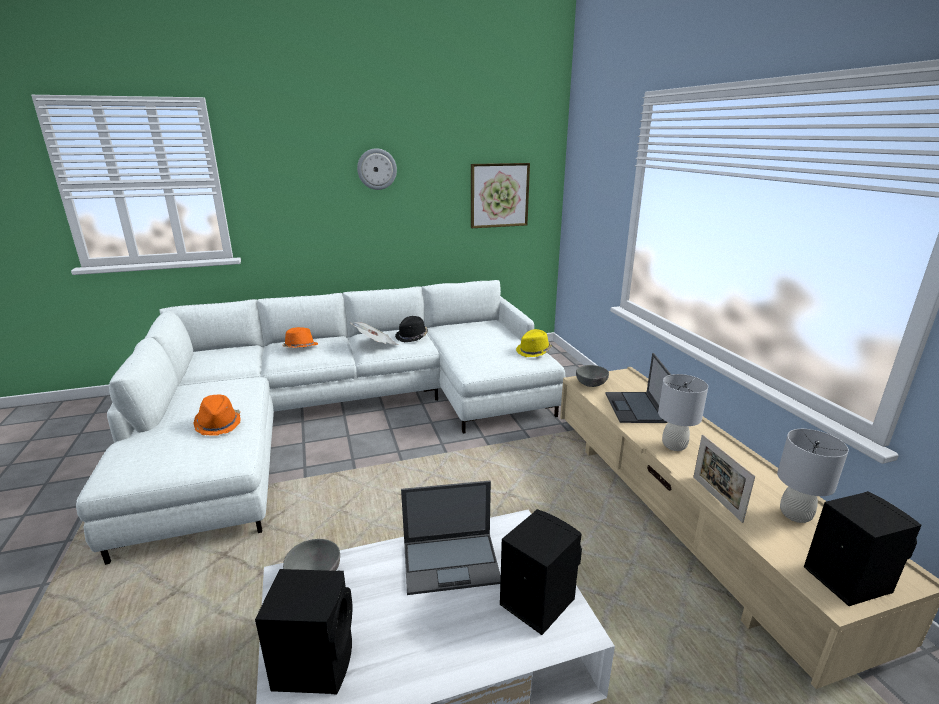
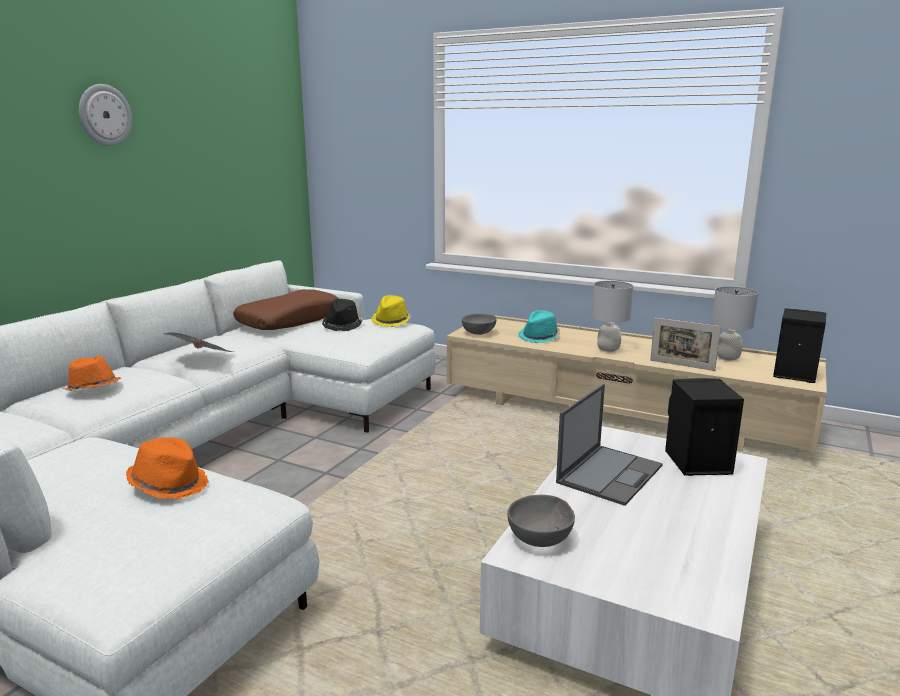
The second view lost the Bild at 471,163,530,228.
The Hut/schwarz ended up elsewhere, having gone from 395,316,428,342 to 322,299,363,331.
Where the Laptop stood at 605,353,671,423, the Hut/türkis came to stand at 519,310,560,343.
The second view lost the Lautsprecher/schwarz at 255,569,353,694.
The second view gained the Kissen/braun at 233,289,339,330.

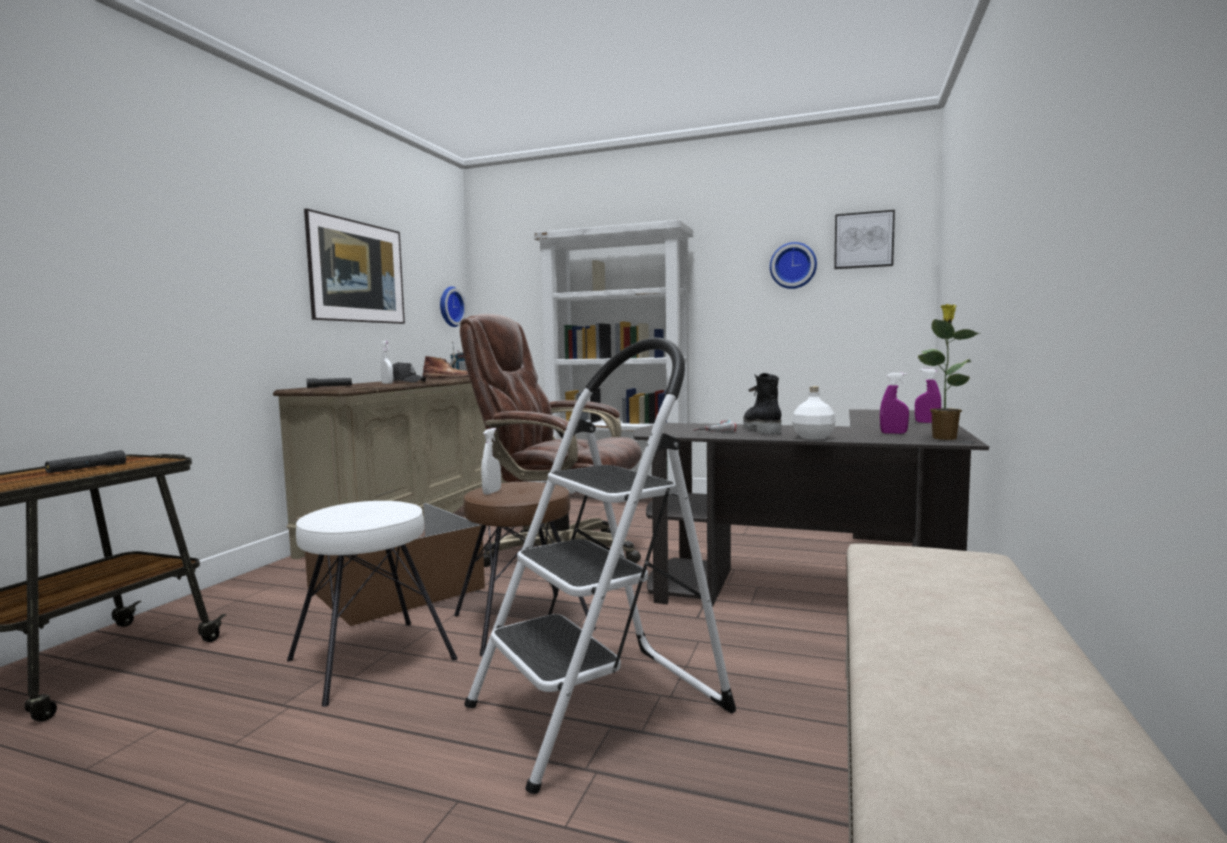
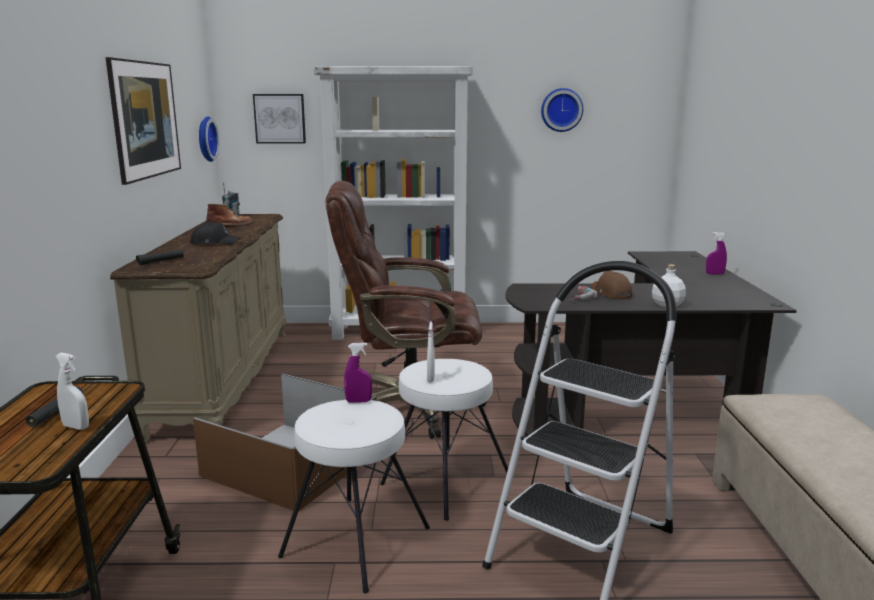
The Bild ended up elsewhere, having gone from 834,210,895,269 to 253,94,306,144.
The second view lost the Topfpflanze at 918,304,981,440.
The Sprühflasche/weiß ended up elsewhere, having gone from 380,341,393,384 to 55,353,89,430.
Where the Stiefel/schwarz stood at 743,373,782,435, the Kappe/braun came to stand at 591,271,632,300.
The Sprühflasche/lila ended up elsewhere, having gone from 880,373,909,434 to 344,342,372,403.
What was the Hocker/braun at 454,482,596,656 turned into the Hocker/weiß at 380,359,508,521.

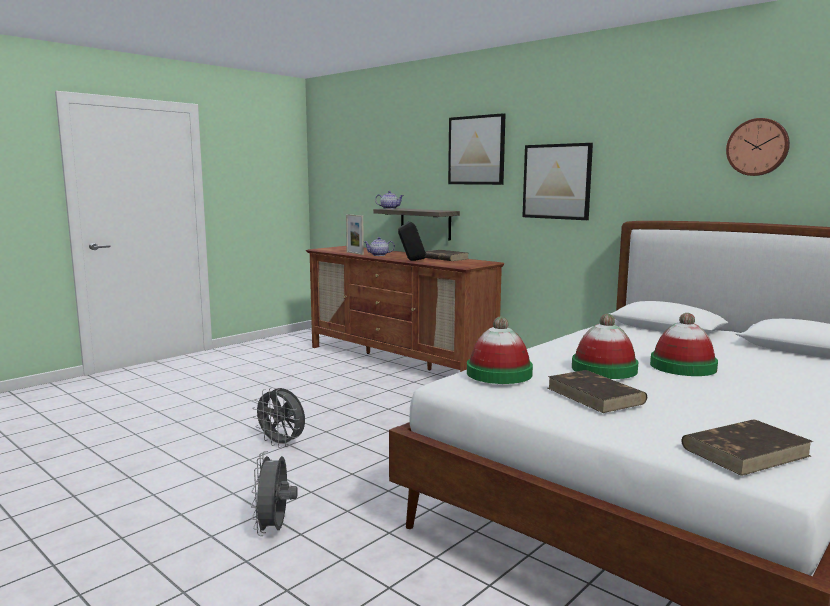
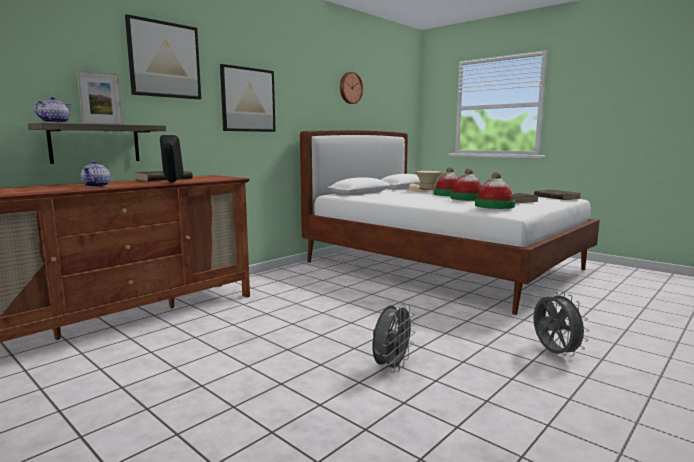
The Bilderrahmen ended up elsewhere, having gone from 346,214,364,255 to 77,70,122,125.
The Ventilator/grau at 251,451,298,536 ended up facing another way, 105 degrees counterclockwise from before.
The second view gained the Hut/beige at 409,171,443,192.

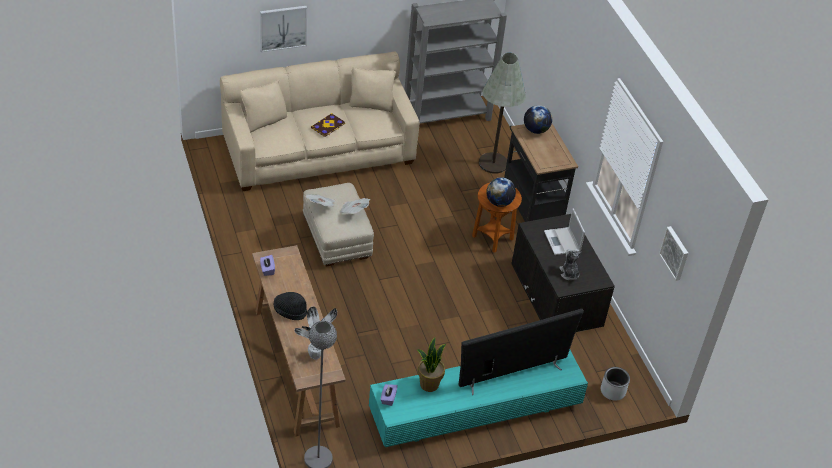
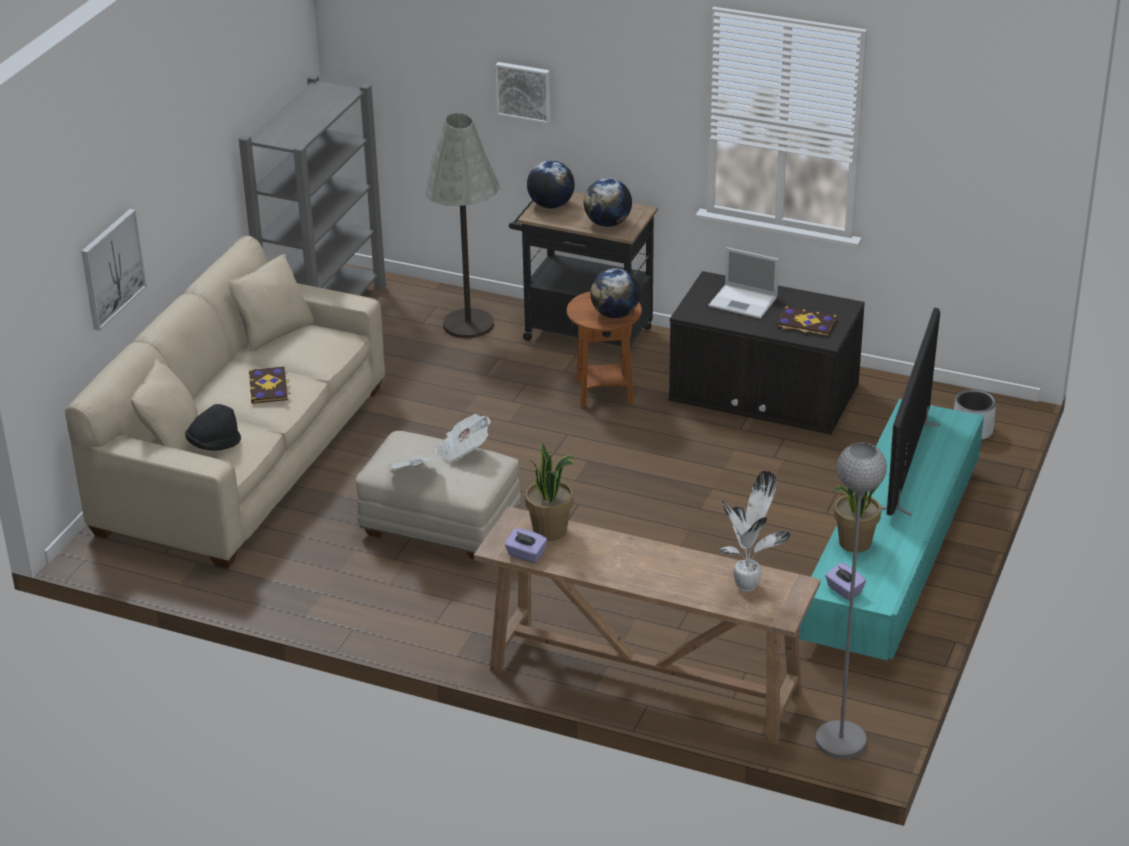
The Bild ended up elsewhere, having gone from 659,226,688,281 to 495,62,551,124.
Where the Plüschtier stood at 559,249,581,280, the Buch came to stand at 776,306,837,337.
The Hut/schwarz ended up elsewhere, having gone from 273,292,307,320 to 185,404,241,451.
The second view gained the Globus at 584,178,632,227.
The second view gained the Topfpflanze at 525,442,574,541.

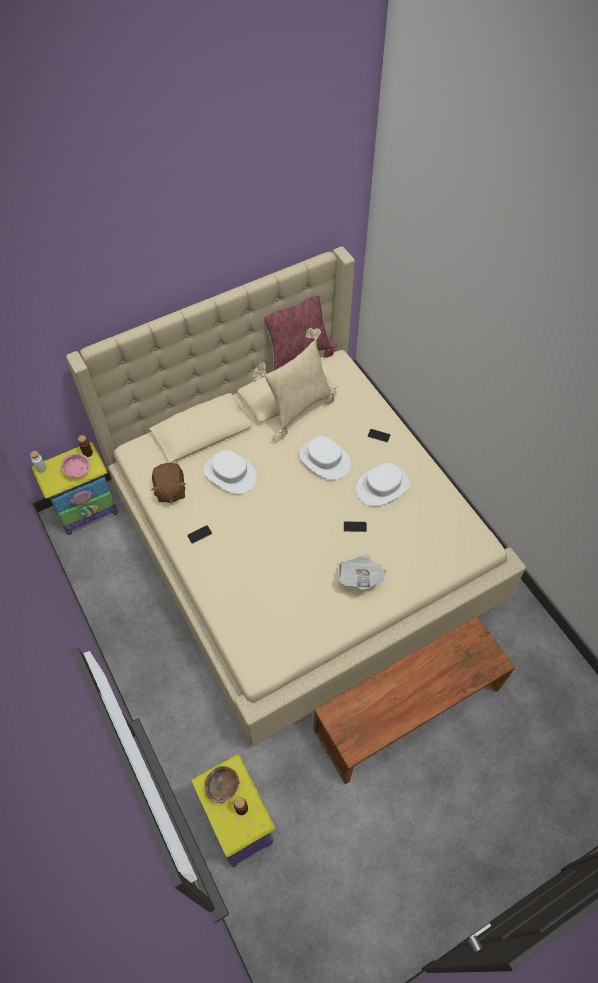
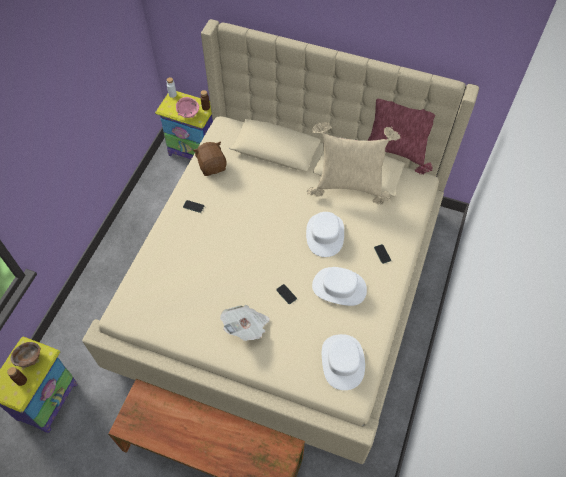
The Hut/weiß ended up elsewhere, having gone from 204,450,257,494 to 322,334,365,390.
The Plüschtier/braun at 151,463,186,503 ended up facing another way, 120 degrees clockwise from before.

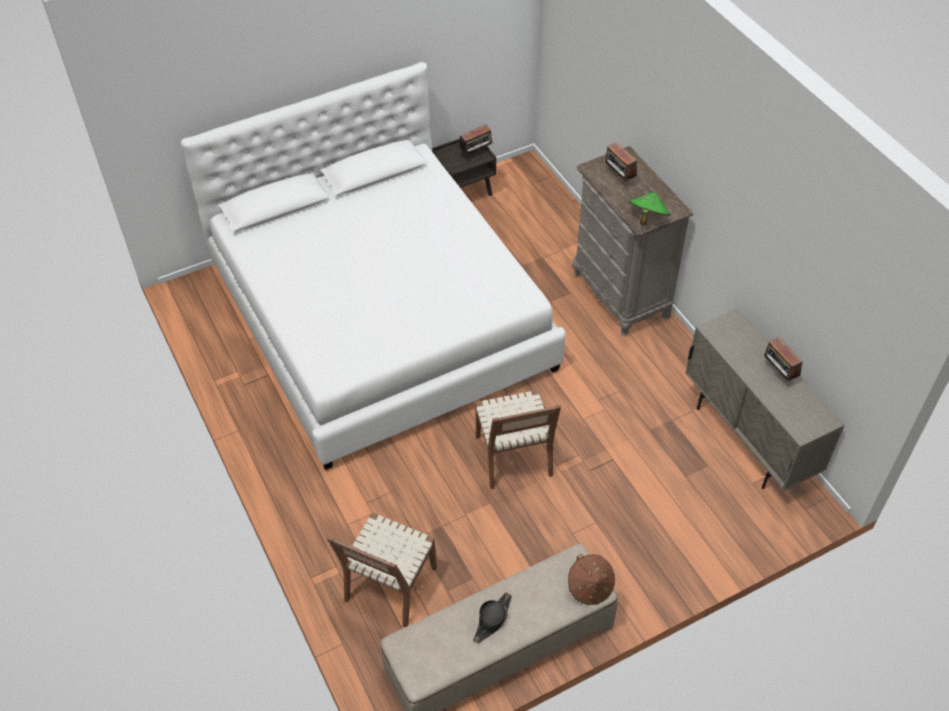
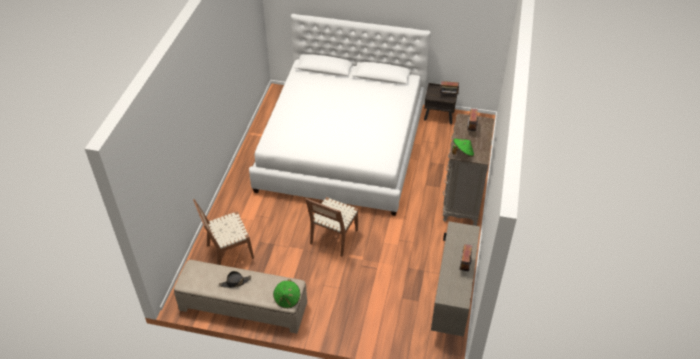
What was the Hut/braun at 568,554,615,605 turned into the Hut/grün at 273,279,300,309.

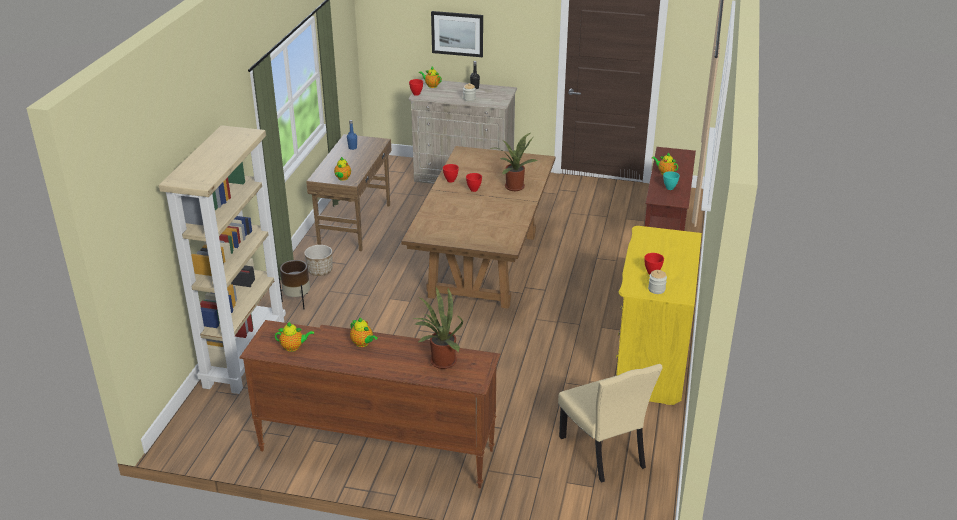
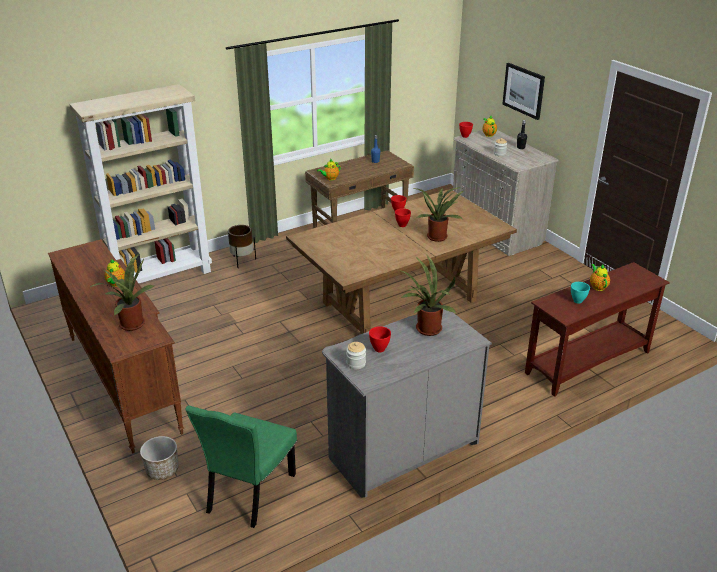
What was the Kommode/gelb at 616,226,702,405 turned into the Kommode/grau at 322,309,492,498.
The Pflanzkübel ended up elsewhere, having gone from 304,245,333,276 to 140,436,178,480.
The second view lost the Teekanne at 275,322,314,352.
What was the Stuhl/beige at 558,364,663,483 turned into the Stuhl/grün at 185,406,297,528.
The second view gained the Topfpflanze at 401,255,456,336.

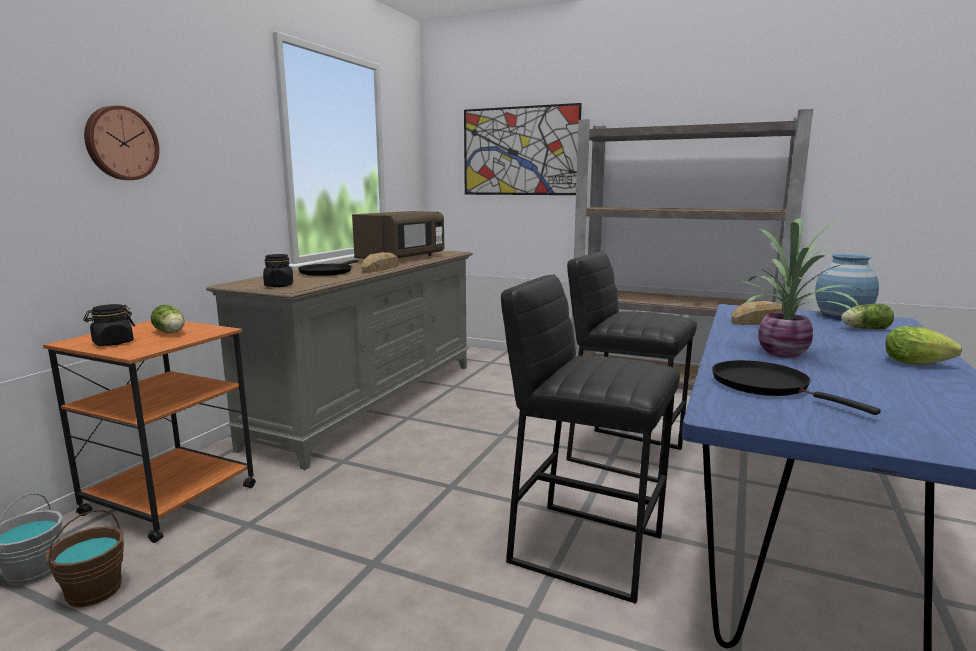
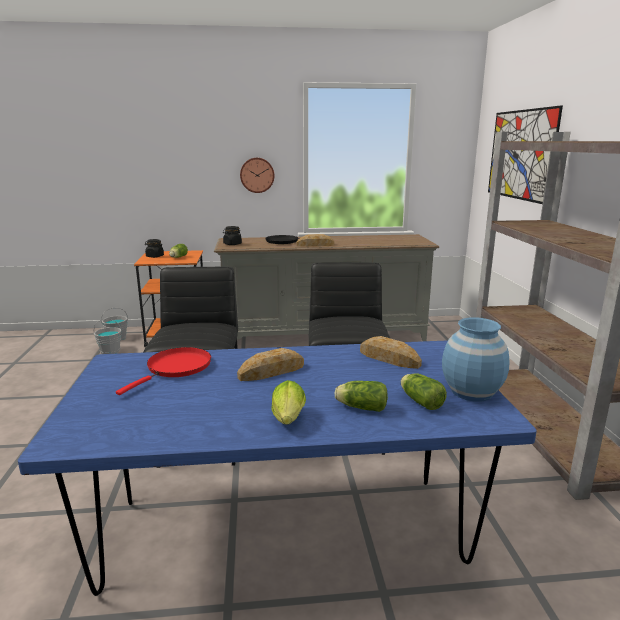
The Wanduhr ended up elsewhere, having gone from 84,105,159,180 to 240,158,274,193.
The second view lost the Mikrowelle/braun at 352,211,444,259.
Where the Topfpflanze stood at 713,218,872,358, the Brot came to stand at 237,348,304,381.
What was the Pfanne/schwarz at 712,360,881,415 turned into the Pfanne/rot at 116,347,211,395.
What was the Eimer/braun at 45,510,124,607 turned into the Eimer/grau at 94,319,122,354.
The second view gained the Salatkopf at 335,381,388,412.

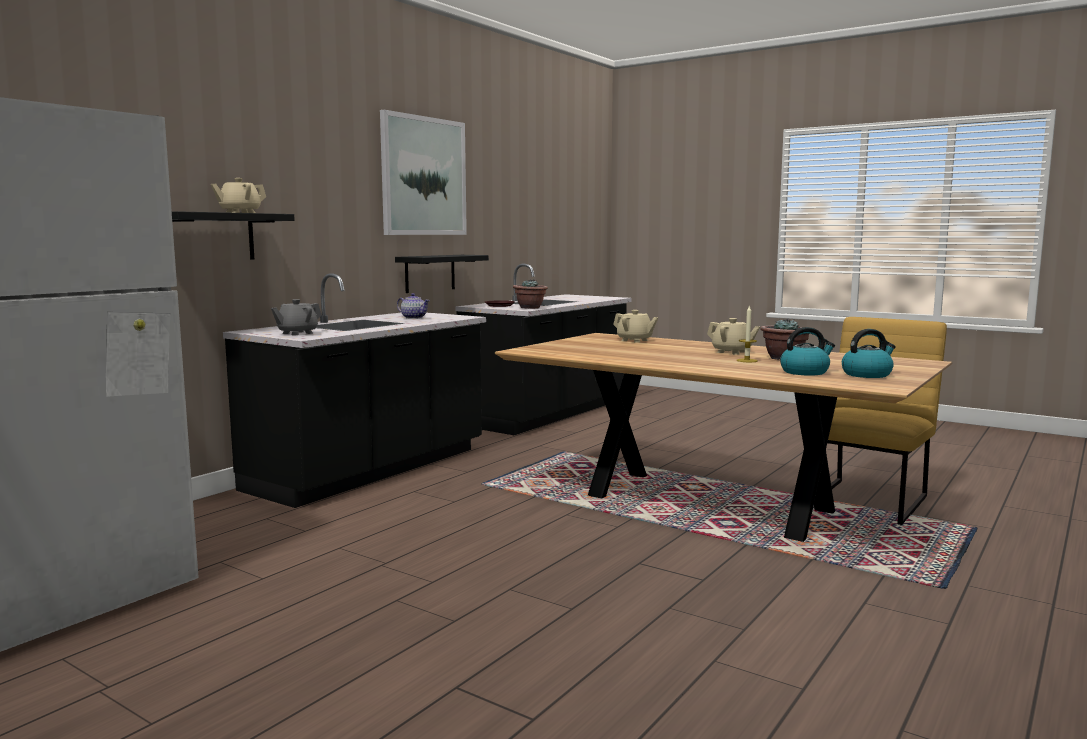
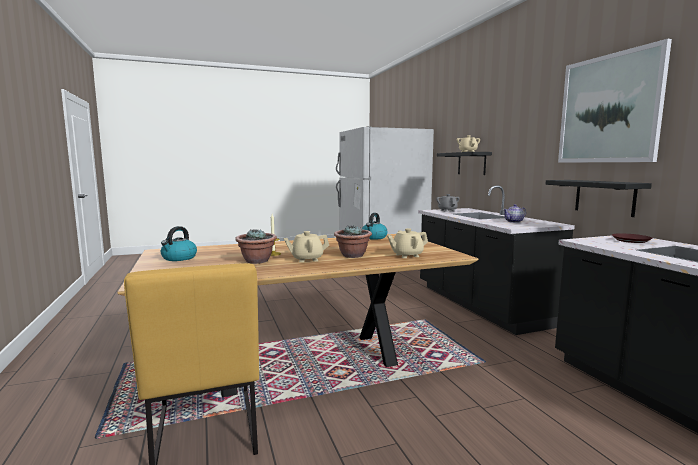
The Topfpflanze ended up elsewhere, having gone from 513,279,548,309 to 334,225,372,258.
The Wasserkessel ended up elsewhere, having gone from 780,327,835,376 to 362,213,387,239.

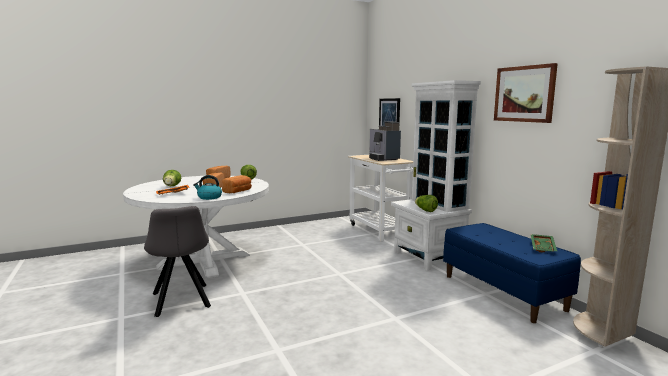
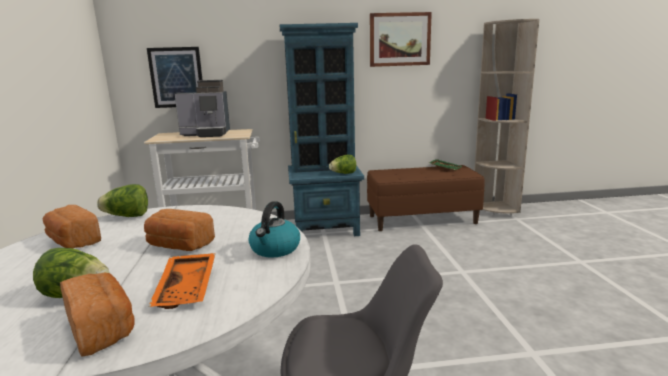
What was the Schrank/weiß at 391,80,481,271 turned into the Schrank/blau at 280,23,364,236.
The Brot ended up elsewhere, having gone from 222,175,252,193 to 60,273,135,357.
What was the Bank/blau at 443,223,581,323 turned into the Bank/braun at 367,165,485,231.

